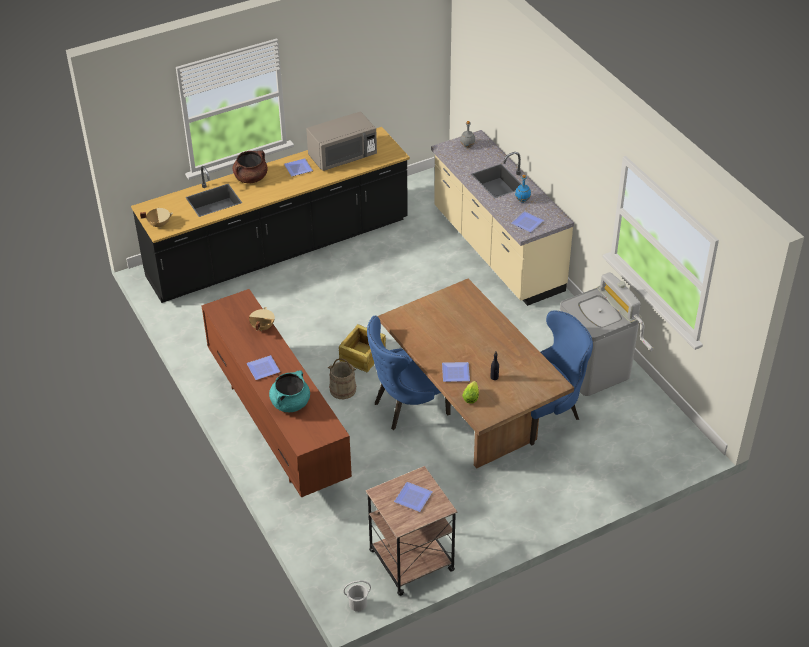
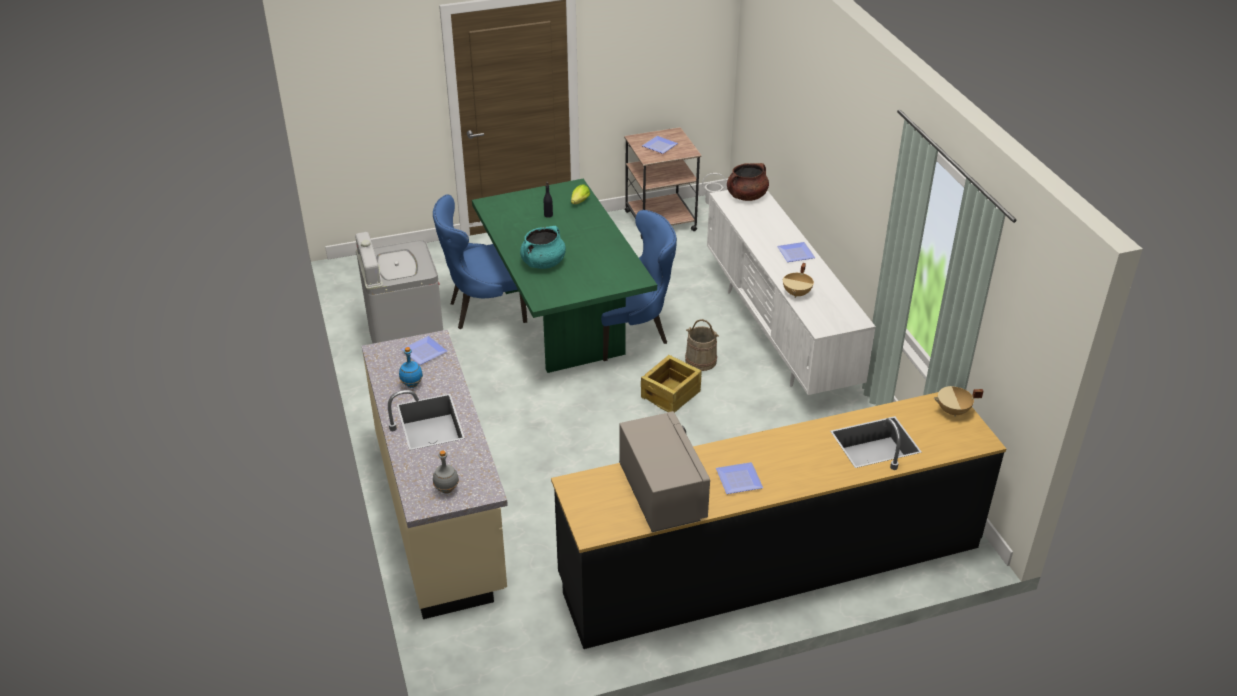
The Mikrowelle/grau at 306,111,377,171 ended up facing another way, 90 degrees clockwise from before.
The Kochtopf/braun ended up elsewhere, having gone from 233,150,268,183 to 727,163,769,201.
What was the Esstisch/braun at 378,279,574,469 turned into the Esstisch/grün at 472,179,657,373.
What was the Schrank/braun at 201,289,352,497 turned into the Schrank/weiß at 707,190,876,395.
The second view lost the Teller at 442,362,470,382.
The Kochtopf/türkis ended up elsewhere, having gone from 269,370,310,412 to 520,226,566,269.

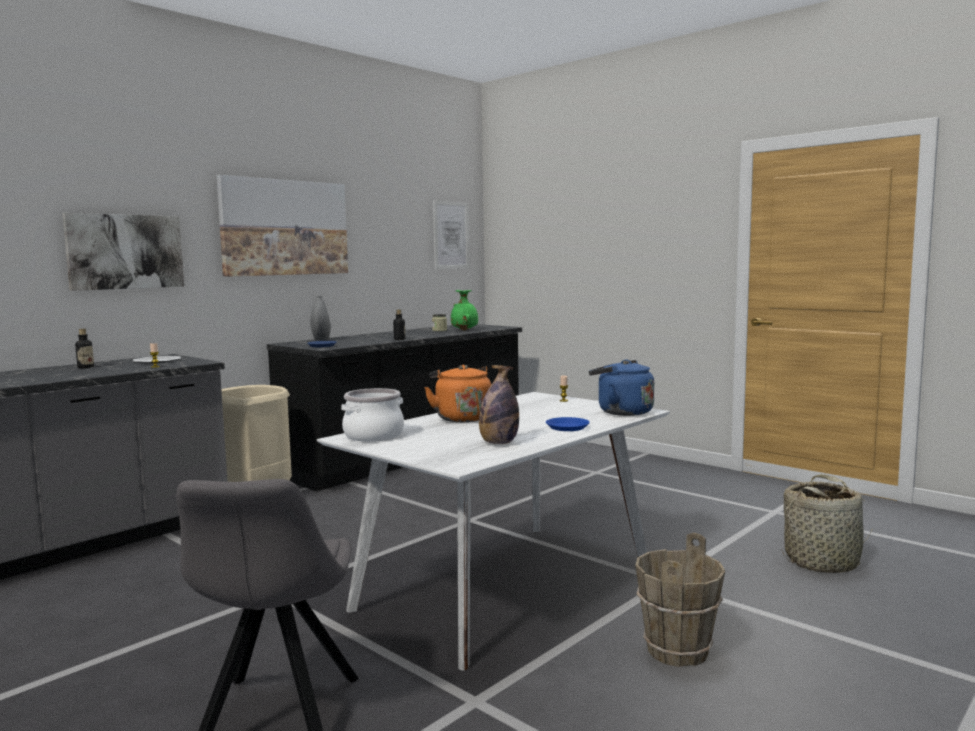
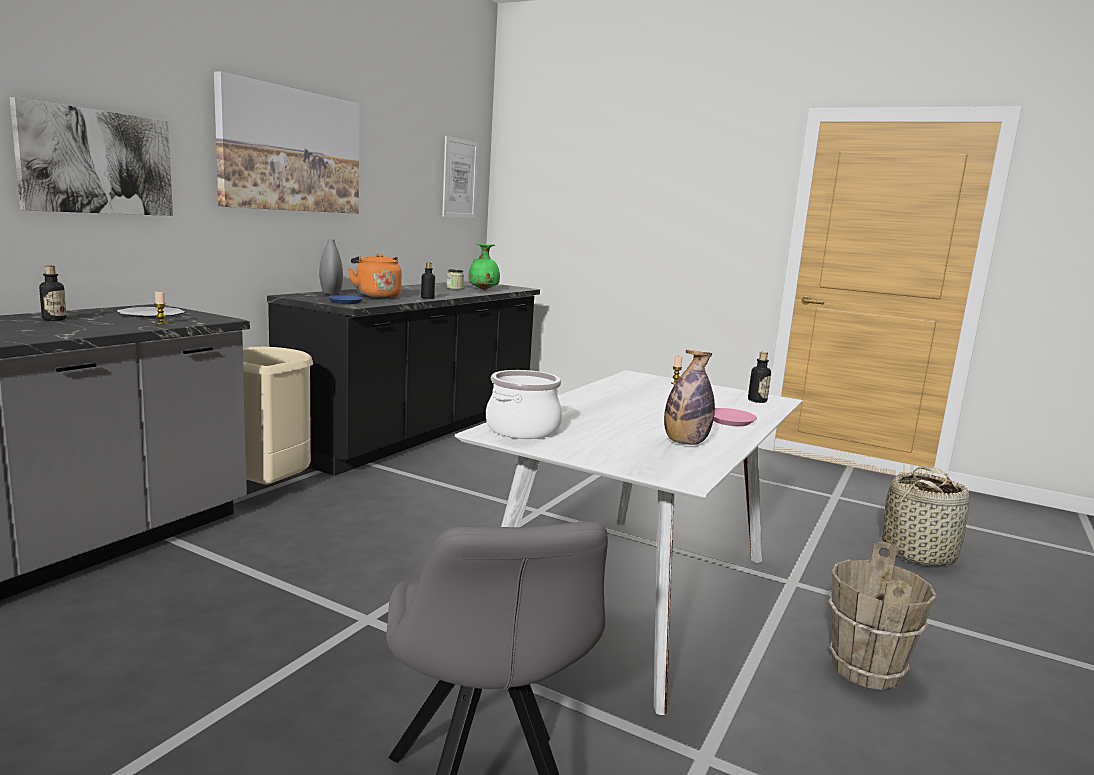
Where the Wasserkessel/blau stood at 589,359,654,416, the Flasche came to stand at 748,352,771,403.
The Wasserkessel/orange ended up elsewhere, having gone from 424,365,491,422 to 348,253,402,298.
What was the Teller/blau at 546,417,590,431 turned into the Teller/rosa at 713,408,757,426.

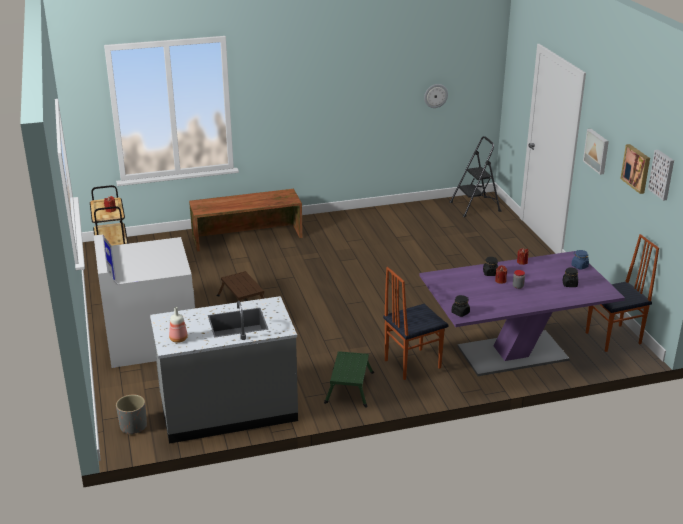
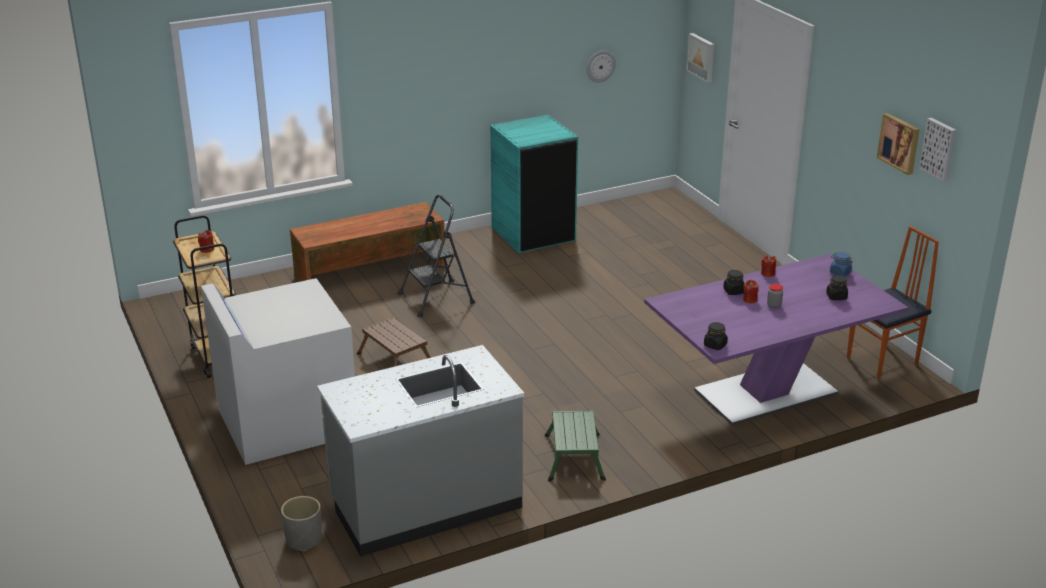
The Bild ended up elsewhere, having gone from 583,129,609,175 to 687,33,714,83.
The Trittleiter/schwarz ended up elsewhere, having gone from 449,136,502,217 to 398,194,476,317.
The second view lost the Stuhl at 383,267,448,380.
The second view lost the Flasche at 169,307,188,343.
The second view gained the Schrank/türkis at 490,115,578,253.

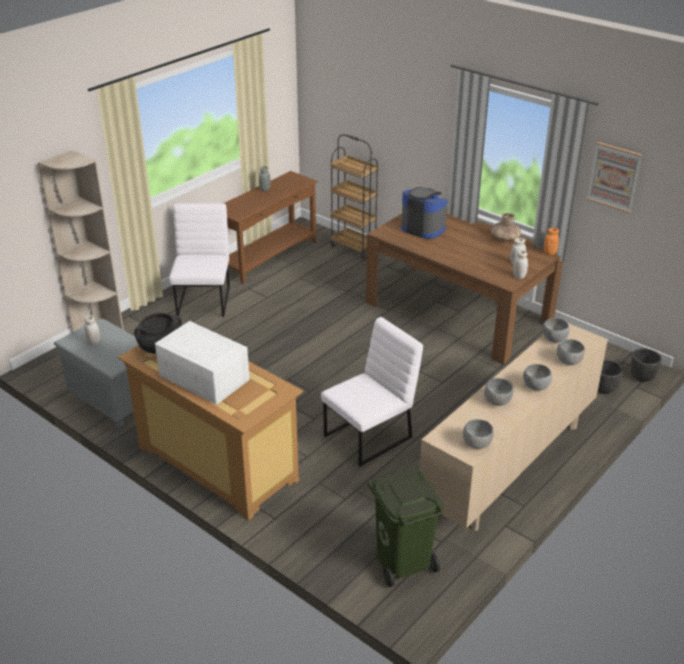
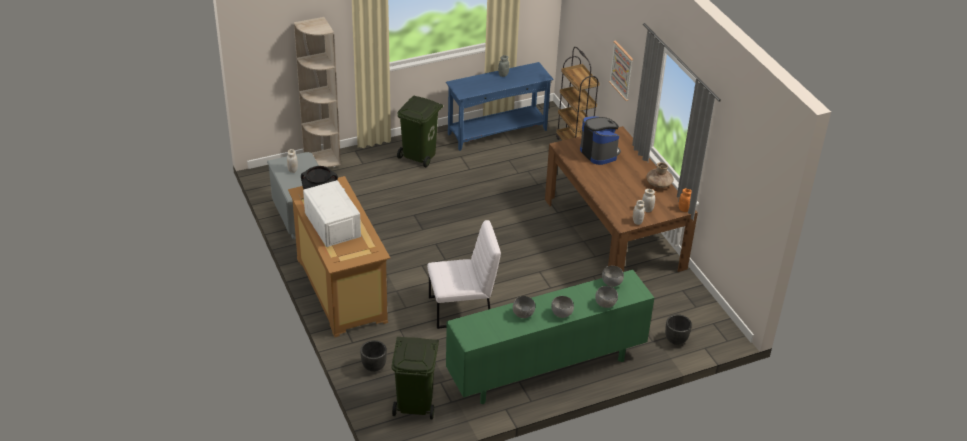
The Bild ended up elsewhere, having gone from 587,142,642,213 to 609,40,633,101.
What was the Konsolentisch/braun at 224,171,318,284 turned into the Konsolentisch/blau at 446,62,553,151.
Where the Stuhl/weiß stood at 169,203,230,317, the Mülleimer/grün came to stand at 397,96,443,167.
What was the Schrank/beige at 420,323,608,531 turned into the Schrank/grün at 446,270,654,404.
The Pflanzkübel/schwarz ended up elsewhere, having gone from 630,348,662,382 to 360,340,387,372.
The second view lost the Schüssel/grau at 463,419,494,449.

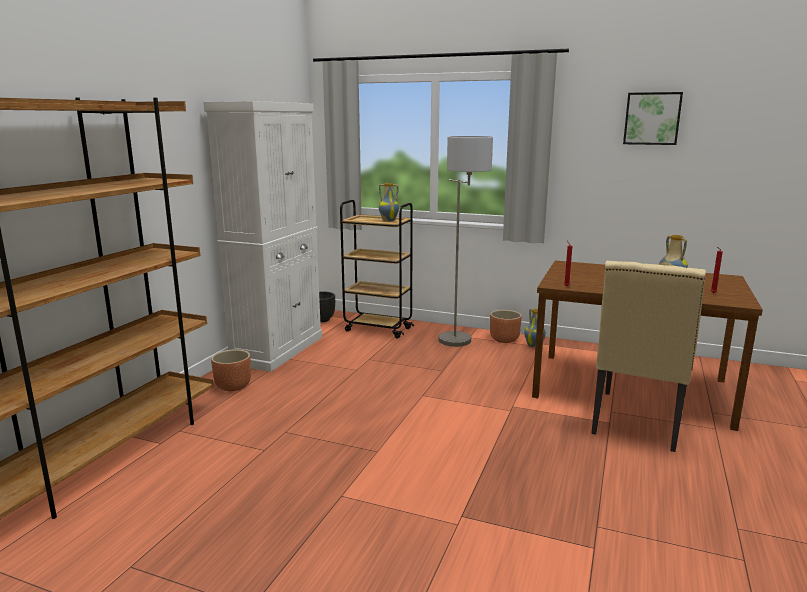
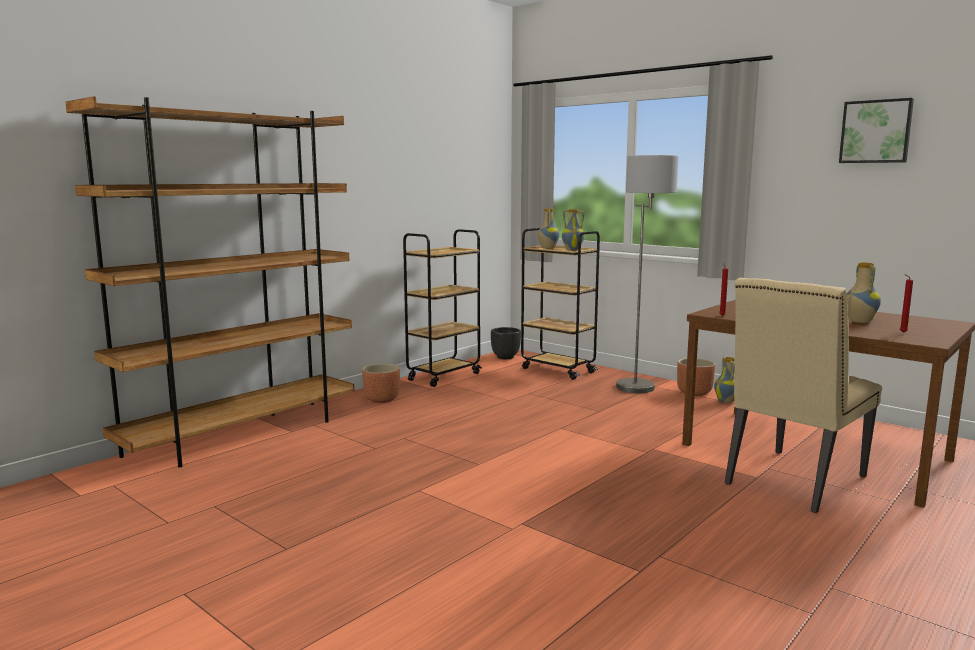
Where the Schrank/weiß stood at 203,101,322,372, the Rollwagen/braun came to stand at 403,229,482,387.
The second view gained the Vase at 538,208,559,249.

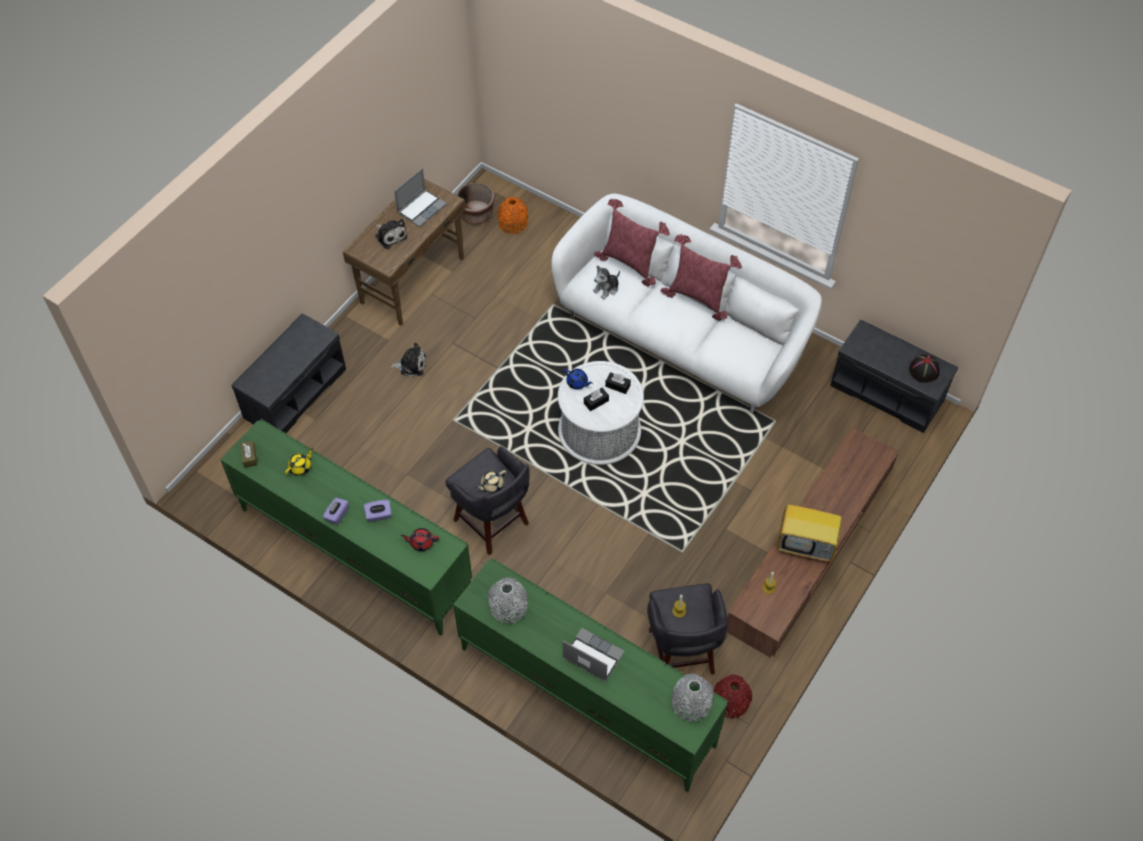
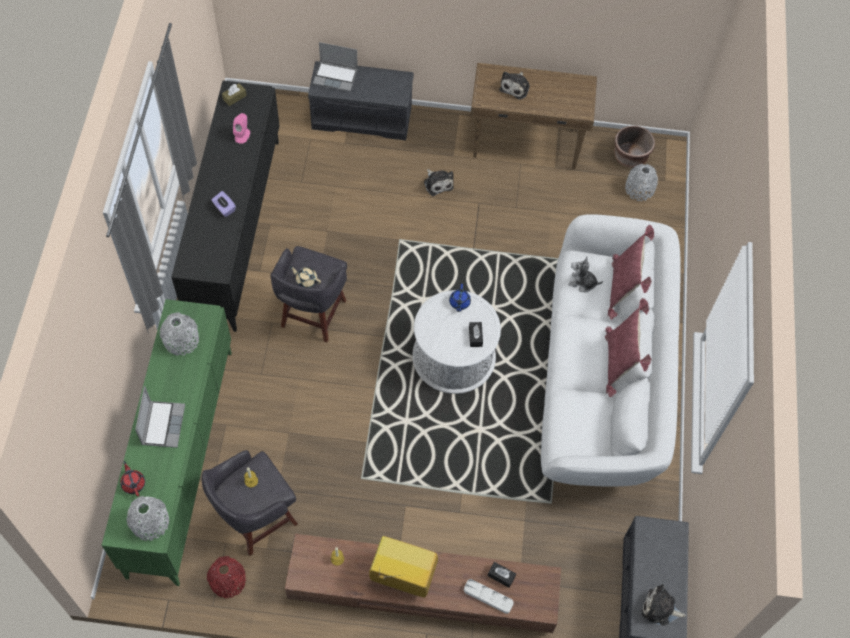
The Laptop ended up elsewhere, having gone from 394,168,447,227 to 313,42,358,92.
What was the Vase/orange at 498,197,528,234 turned into the Vase/grau at 625,164,658,201.
Where the Hut/schwarz stood at 909,354,940,383, the Plüschtier came to stand at 641,584,686,626.
The Taschentuchbox/schwarz ended up elsewhere, having gone from 584,388,609,411 to 488,562,516,588.
What was the Schrank/grün at 220,419,472,636 turned into the Schrank/schwarz at 171,81,279,332.
Where the Teekanne/gelb stood at 285,448,313,476, the Lautsprecher/rosa came to stand at 233,113,250,144.
The Fernseher at 777,496,842,562 ended up facing another way, 120 degrees clockwise from before.
The second view lost the Taschentuchbox/lila at 323,498,349,525.
The Teekanne/rot ended up elsewhere, having gone from 401,528,439,551 to 120,461,145,497.
The second view gained the Tablett/weiß at 464,579,514,614.

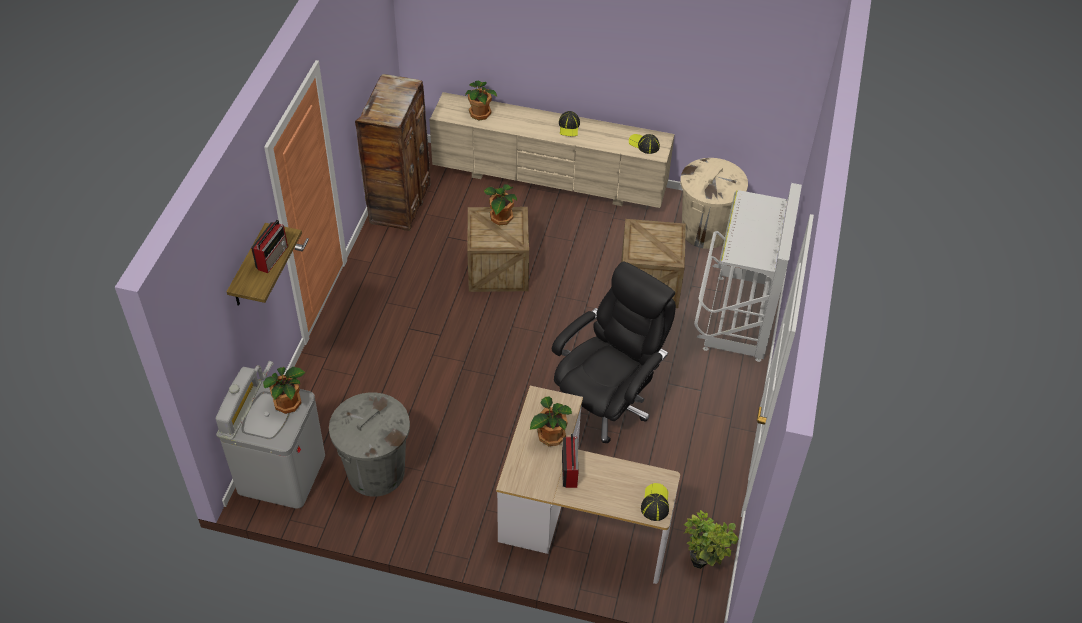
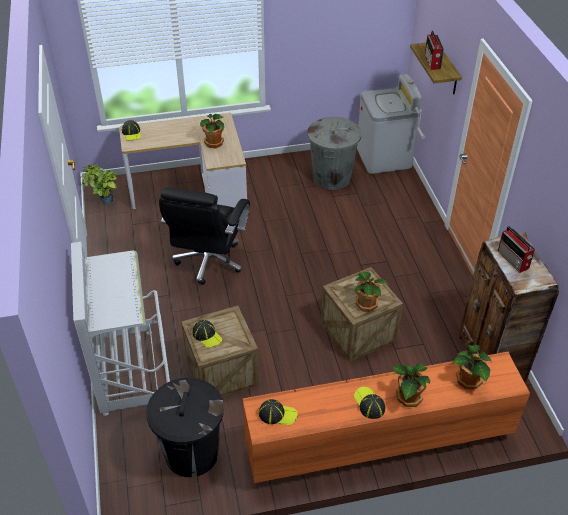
What was the Schrank/beige at 429,92,674,208 turned into the Schrank/orange at 243,351,530,483.
What was the Mülleimer/beige at 680,158,748,249 turned into the Mülleimer/schwarz at 146,378,224,477.
The Topfpflanze ended up elsewhere, having gone from 263,367,306,414 to 393,363,430,407.
The Radio ended up elsewhere, having gone from 562,434,579,488 to 498,226,535,273.
The second view gained the Kappe at 193,320,222,348.

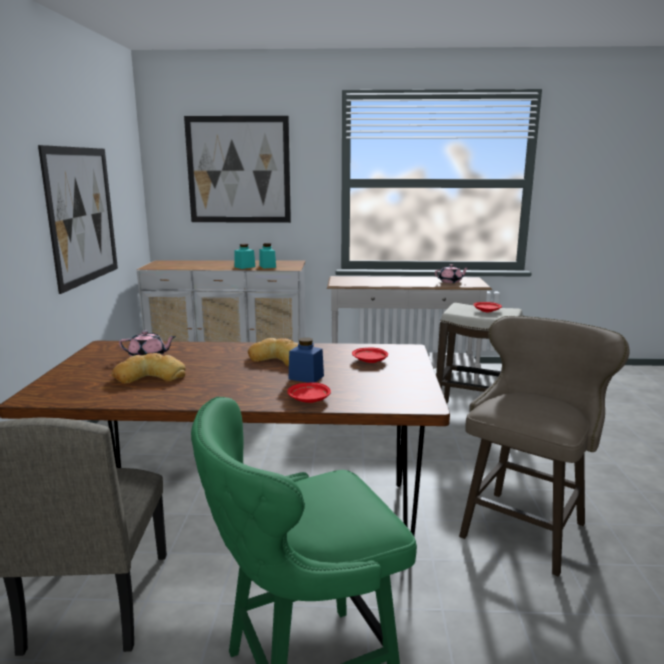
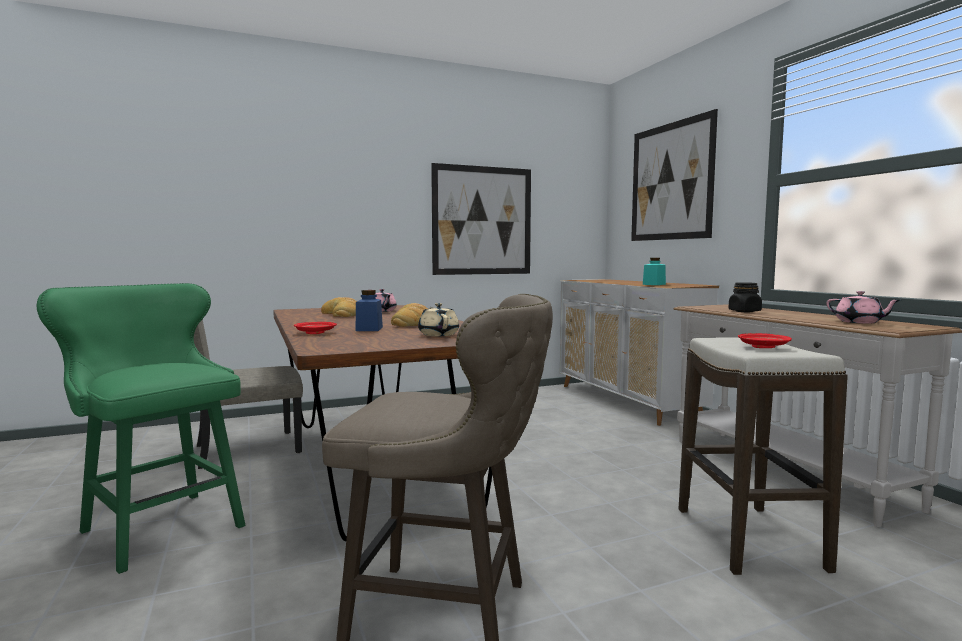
The second view lost the Vorratsglas/türkis at 235,244,255,269.
Where the Teller/rot stood at 352,347,388,363, the Teekanne/beige came to stand at 418,303,459,336.
The second view gained the Vorratsglas/schwarz at 729,282,762,312.

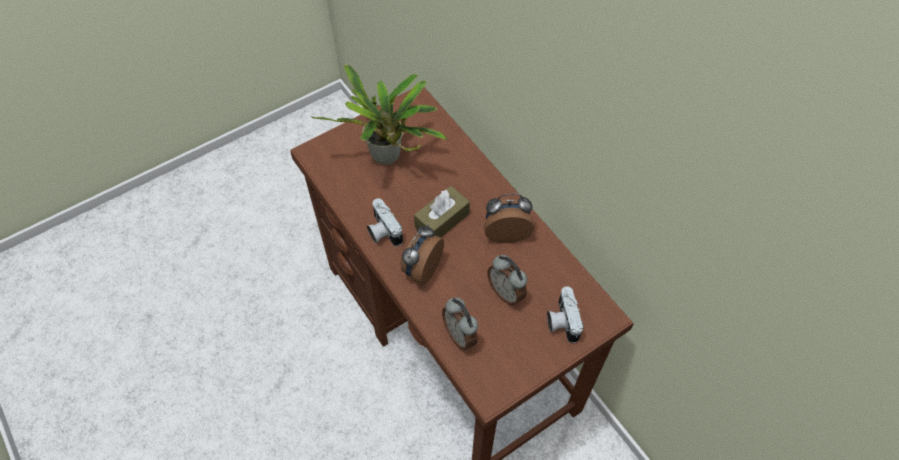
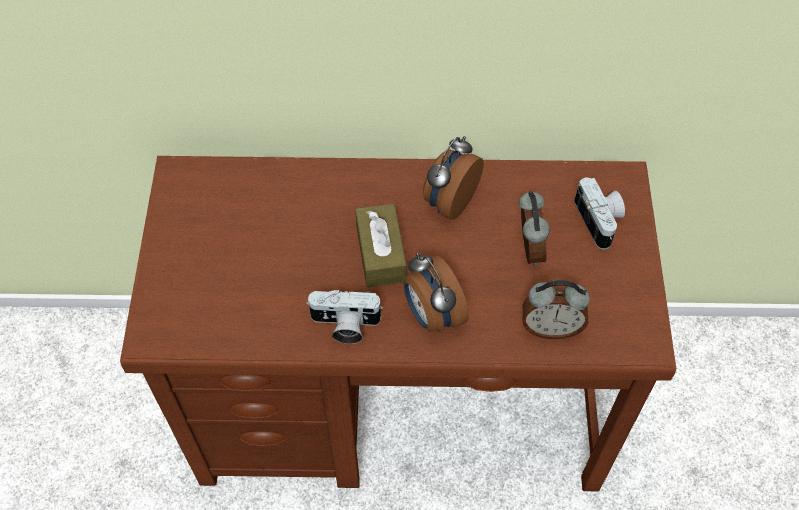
The second view lost the Topfpflanze at 310,65,447,165.
The Wecker at 487,255,527,305 ended up facing another way, 90 degrees counterclockwise from before.
The Kamera at 547,286,584,343 ended up facing another way, 135 degrees counterclockwise from before.

